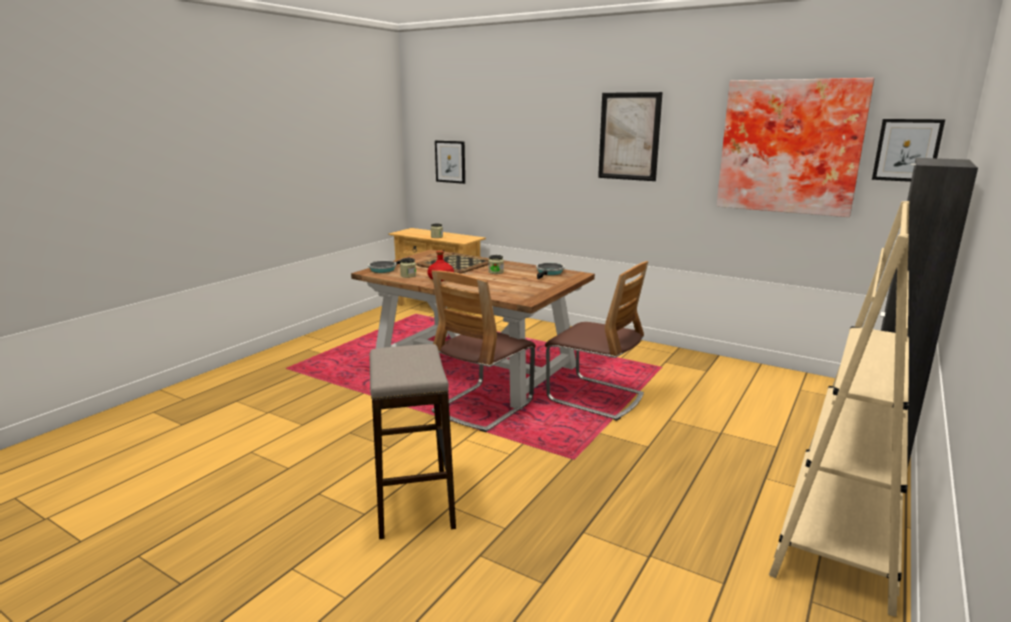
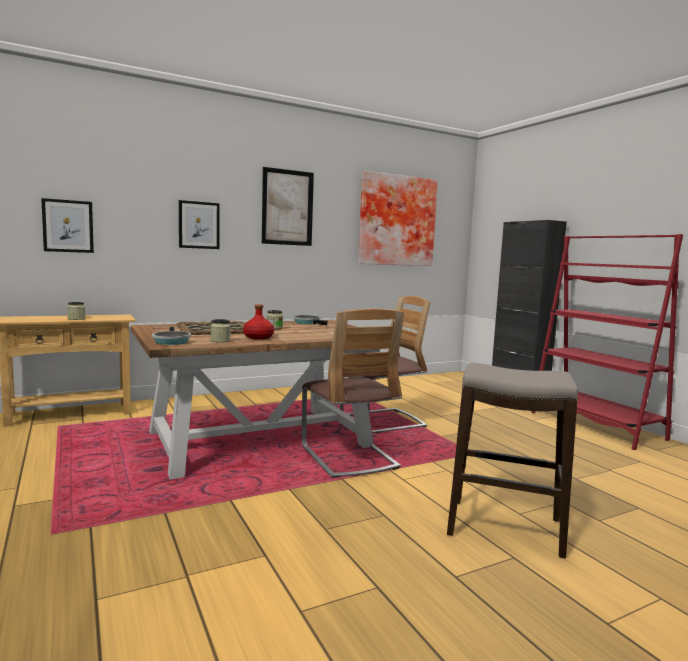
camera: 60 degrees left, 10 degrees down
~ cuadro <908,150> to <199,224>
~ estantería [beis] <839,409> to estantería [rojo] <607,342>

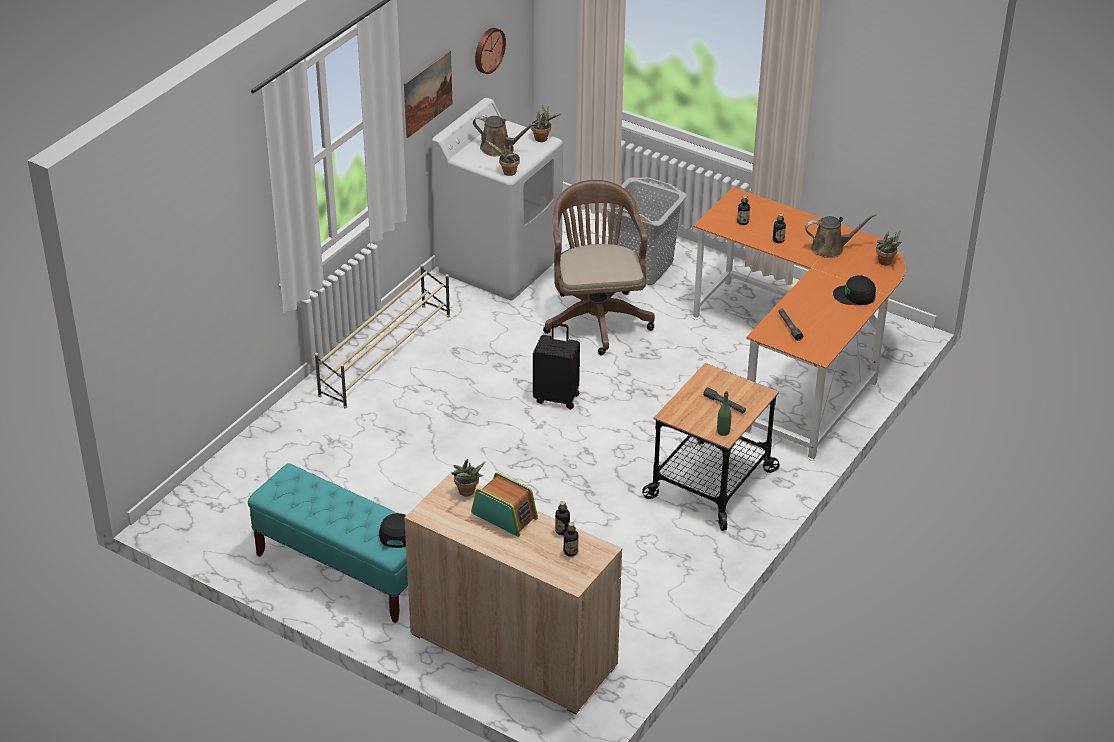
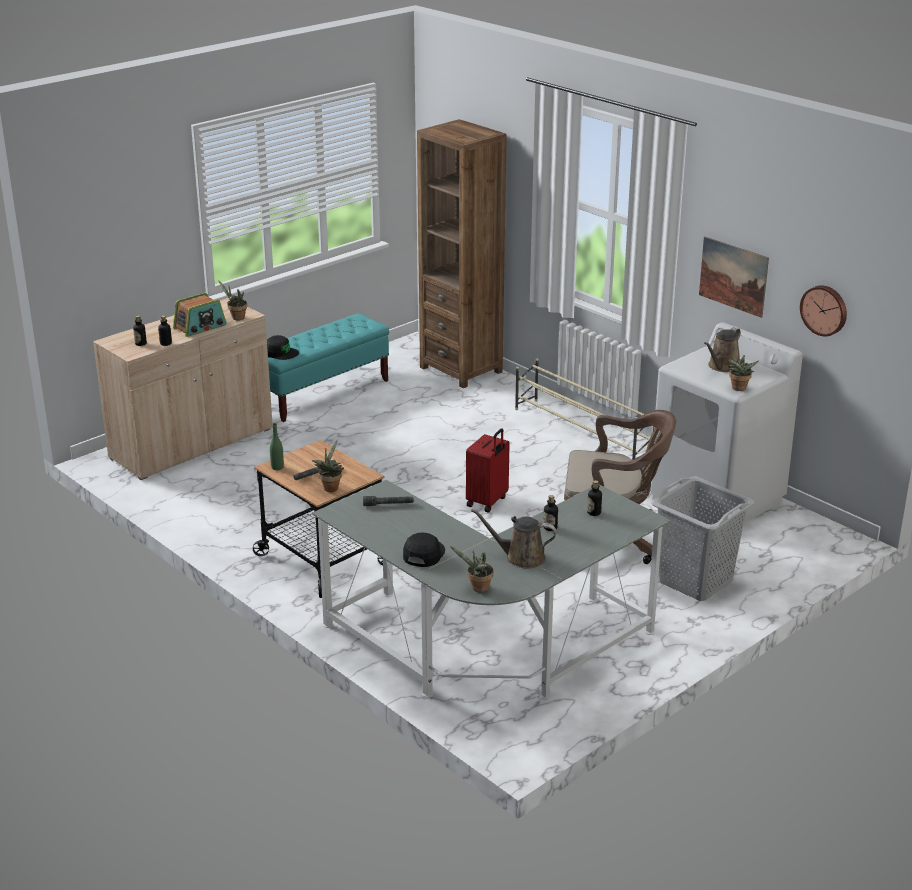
camera: 105 degrees right, 10 degrees down
+ estantería [marrón] <462,253>
~ planta en maceta <502,158> to <328,465>
~ maleta [negro] <556,365> to maleta [rojo] <488,470>
~ escritorio [naranja] <799,324> to escritorio [gris] <491,590>
~ regadera [marrón] <841,236> = <514,538> 90 degrees clockwise

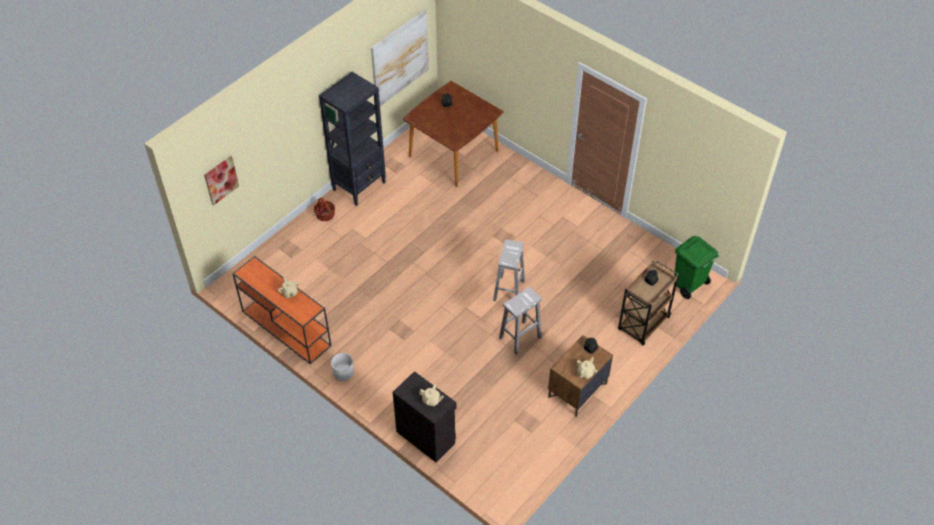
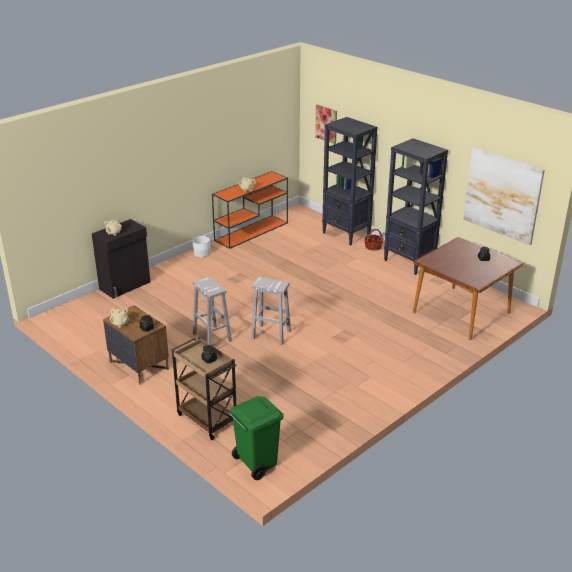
camera: 95 degrees right, 20 degrees down
+ estantería [negro] <349,181>

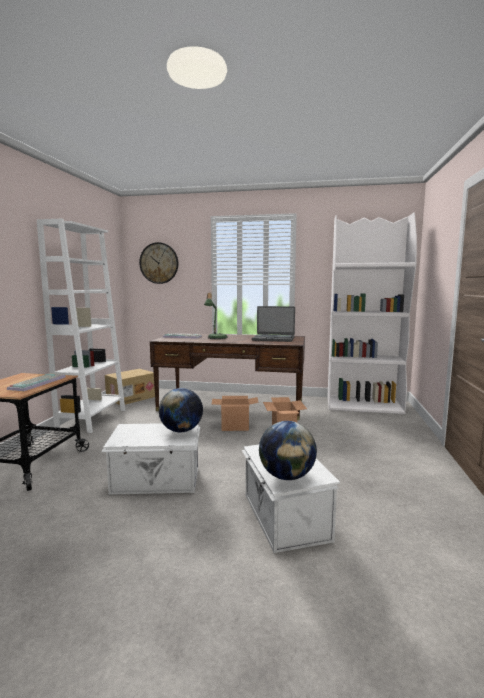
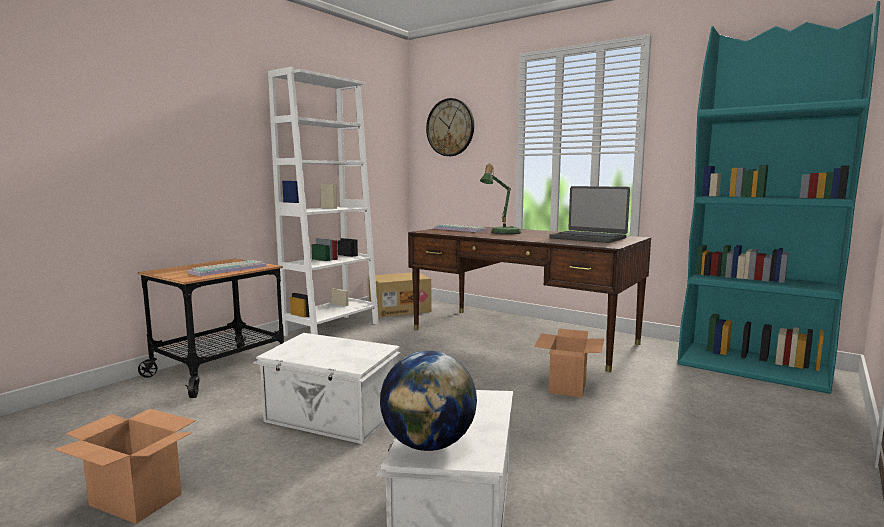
camera: 25 degrees right, 0 degrees up
- globo terráqueo <181,410>
~ caja de cartón <235,413> to <125,466>
~ estantería [blanco] <372,313> to estantería [turquesa] <779,197>

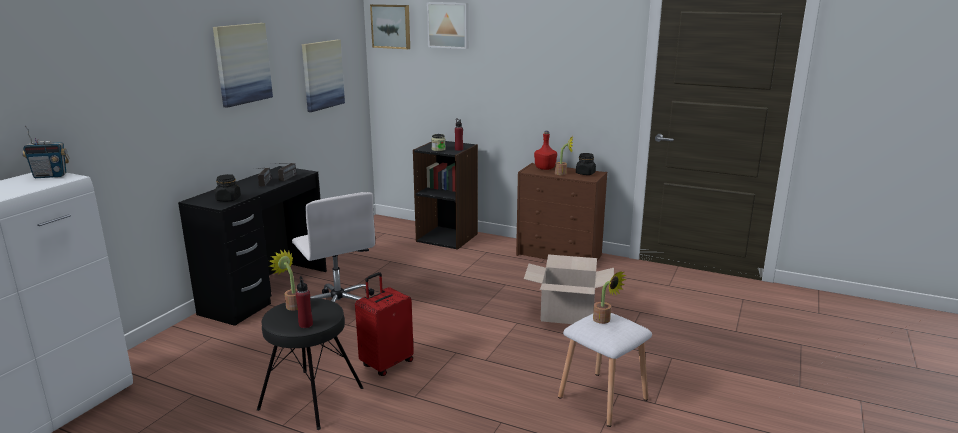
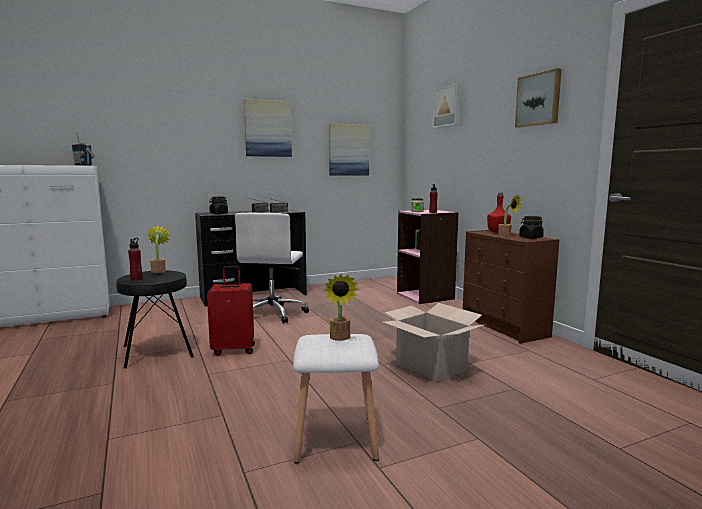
camera: 40 degrees right, 10 degrees down
~ cuadro <390,26> to <538,97>
~ estantería [negro] <445,195> to estantería [rosa] <428,256>

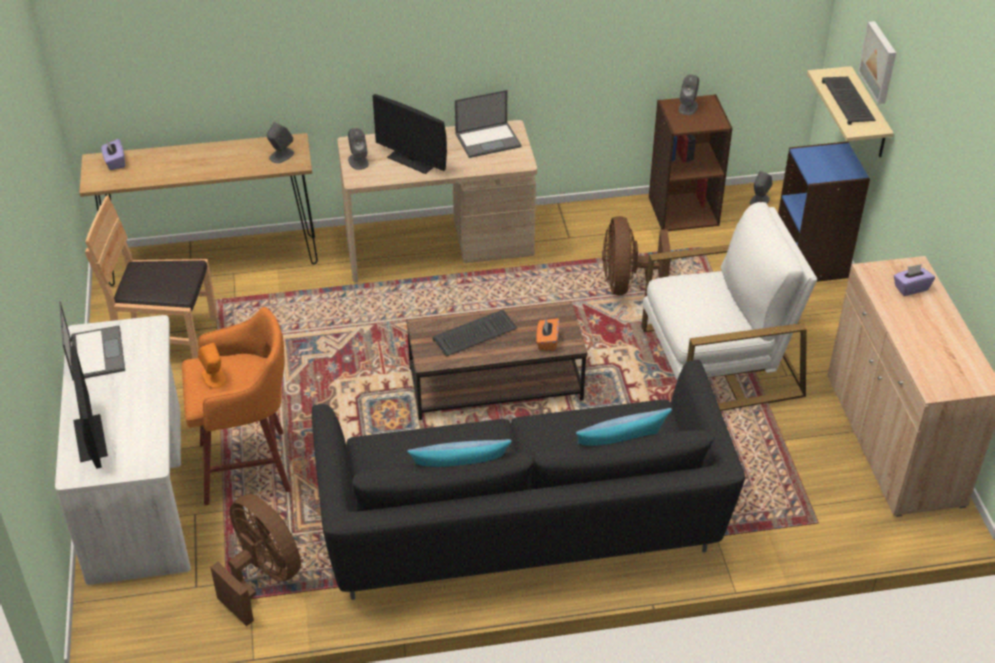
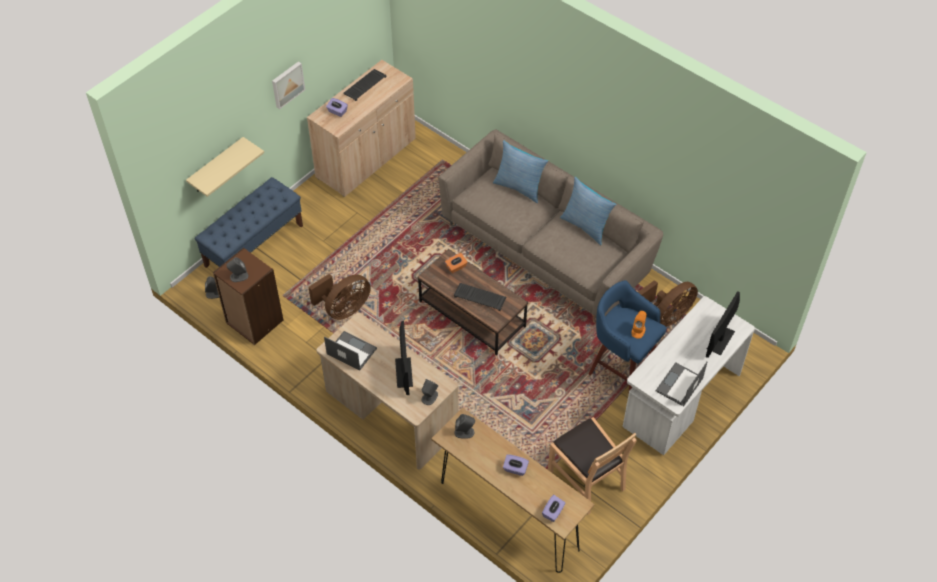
camera: 130 degrees left, 10 degrees up
- sillón [blanco] <729,306>
+ caja de pañuelos [morado] <516,465>
~ teclado <849,101> to <364,85>
~ cuadro <877,62> to <288,85>
~ estantería [azul] <824,211> to banco [azul] <249,222>
~ taburete [naranja] <236,406> to taburete [azul] <628,337>
~ sofá [negro] <528,480> to sofá [beis] <550,223>
~ ventilador [marrón] <255,560> = <668,303> 135 degrees counterclockwise

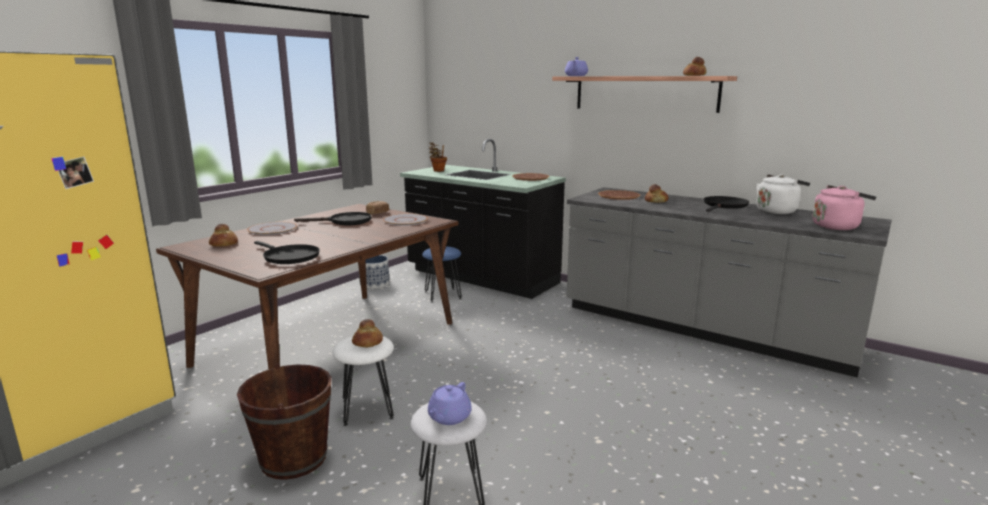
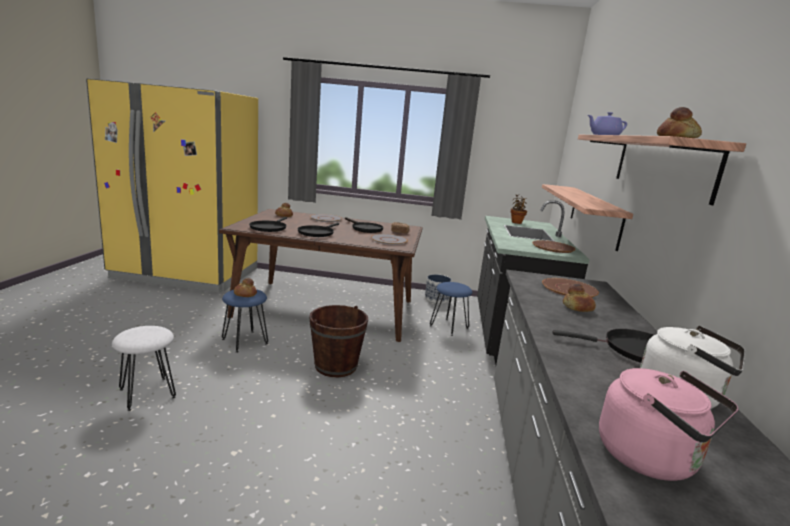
camera: 60 degrees right, 0 degrees up
- tetera [morado] <450,403>
+ sartén [negro] <318,230>
+ estante <587,217>
~ cubo [marrón] <284,422> to <338,341>
~ taburete [blanco] <363,381> to taburete [azul] <245,321>

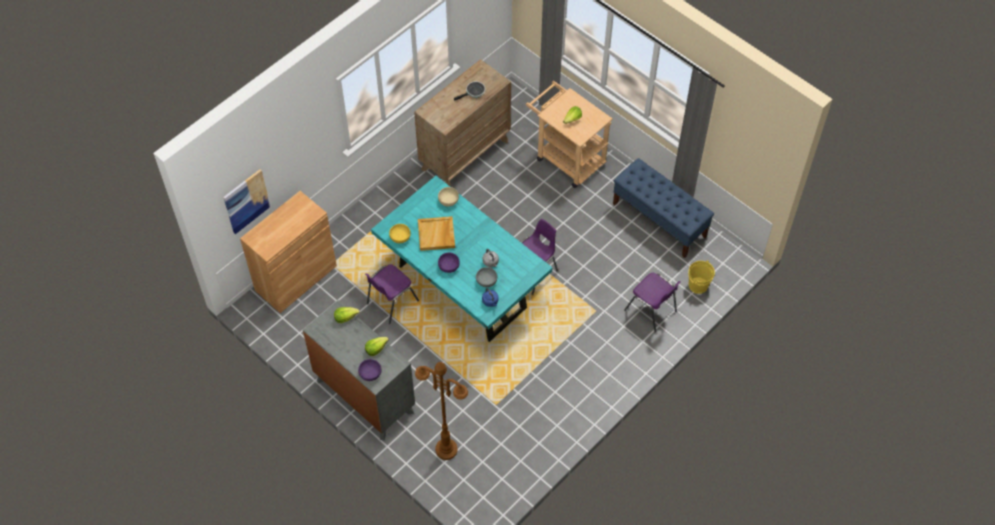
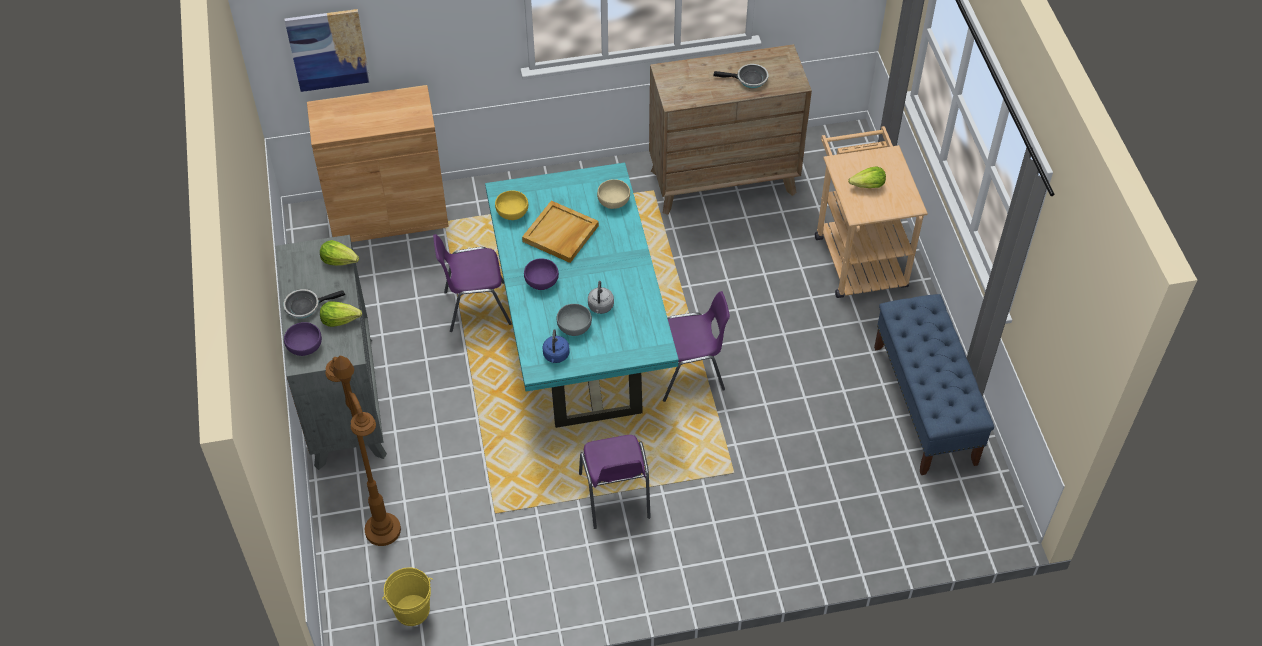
camera: 35 degrees right, 5 degrees down
+ sartén <314,304>
~ silla [morado] <652,303> to <615,482>
~ cubo [amarillo] <701,277> to <407,596>

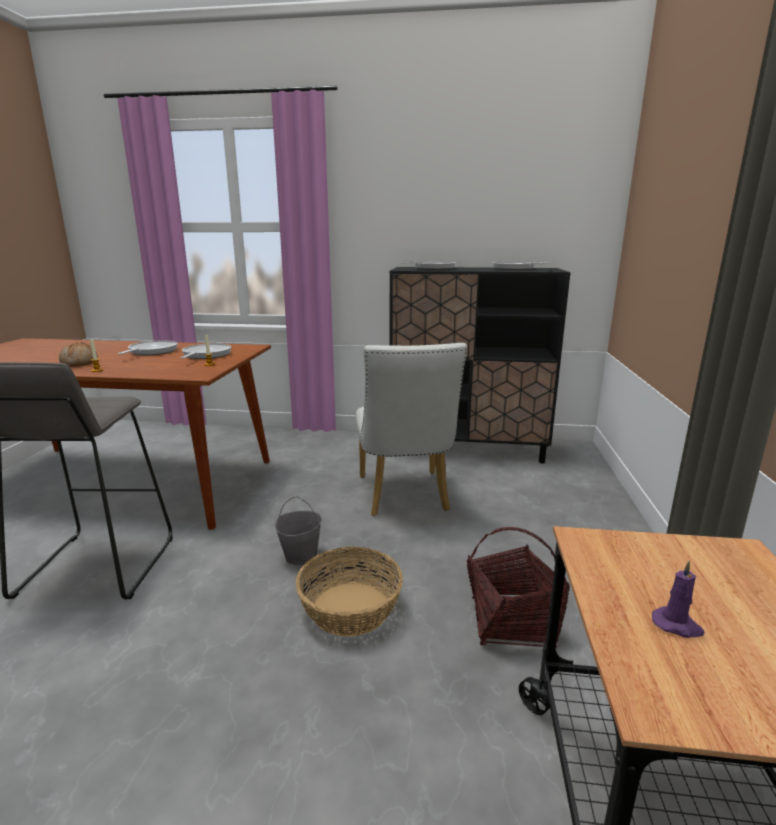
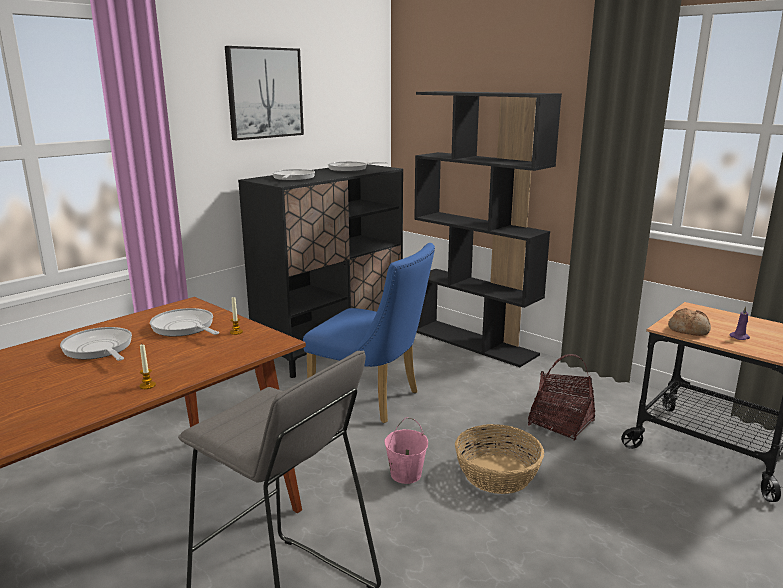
camera: 55 degrees left, 0 degrees up
+ cuadro <264,93>
+ estantería [negro] <488,229>
~ pan <78,355> to <689,322>
~ cubo [gris] <298,530> to cubo [rosa] <406,450>
~ silla [blanco] <411,429> to silla [azul] <369,333>

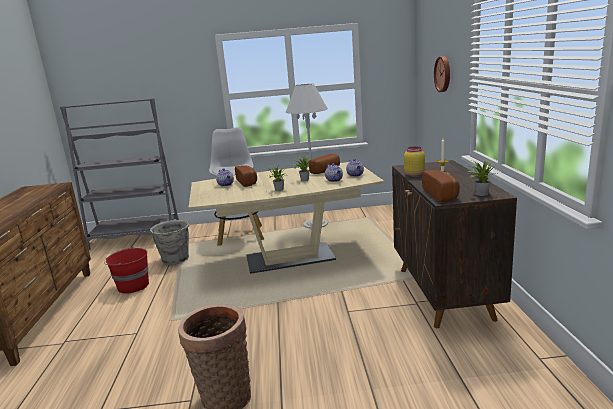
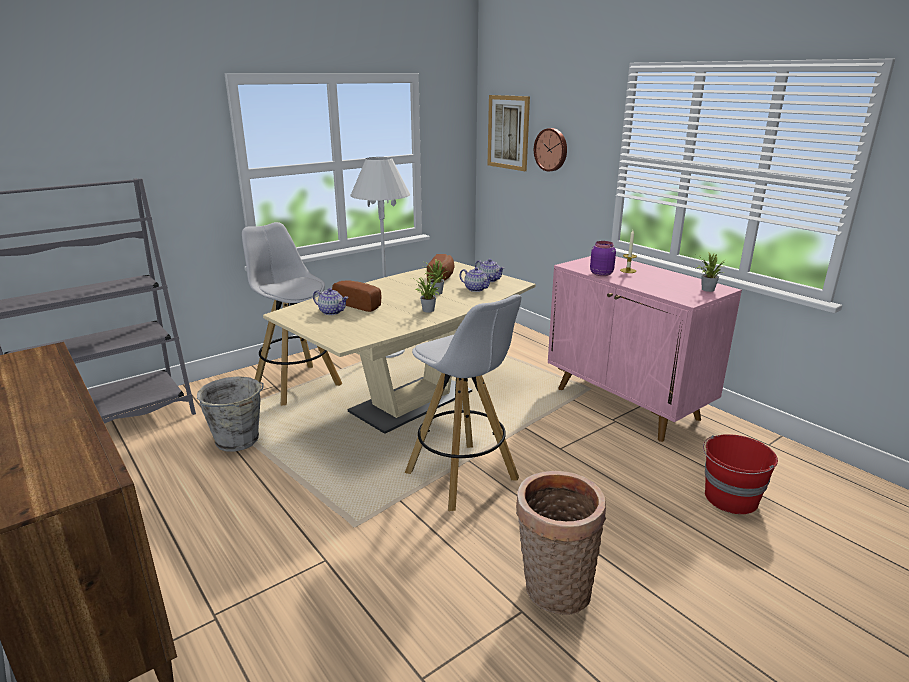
camera: 35 degrees left, 5 degrees up
- pan <441,186>
+ taburete [blanco] <463,402>
+ cuadro <509,133>
~ cubo [rojo] <126,270> to <740,474>
~ armario [marrón] <454,244> to armario [rosa] <645,349>
~ tarro [amarillo] <414,161> to tarro [morado] <603,258>

